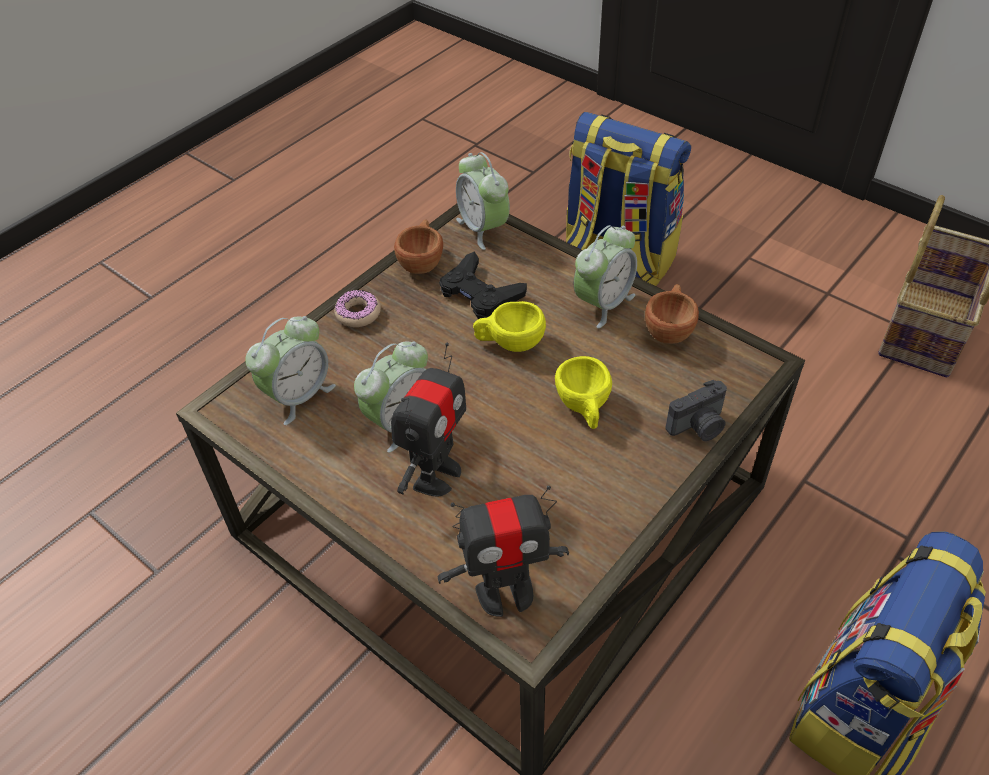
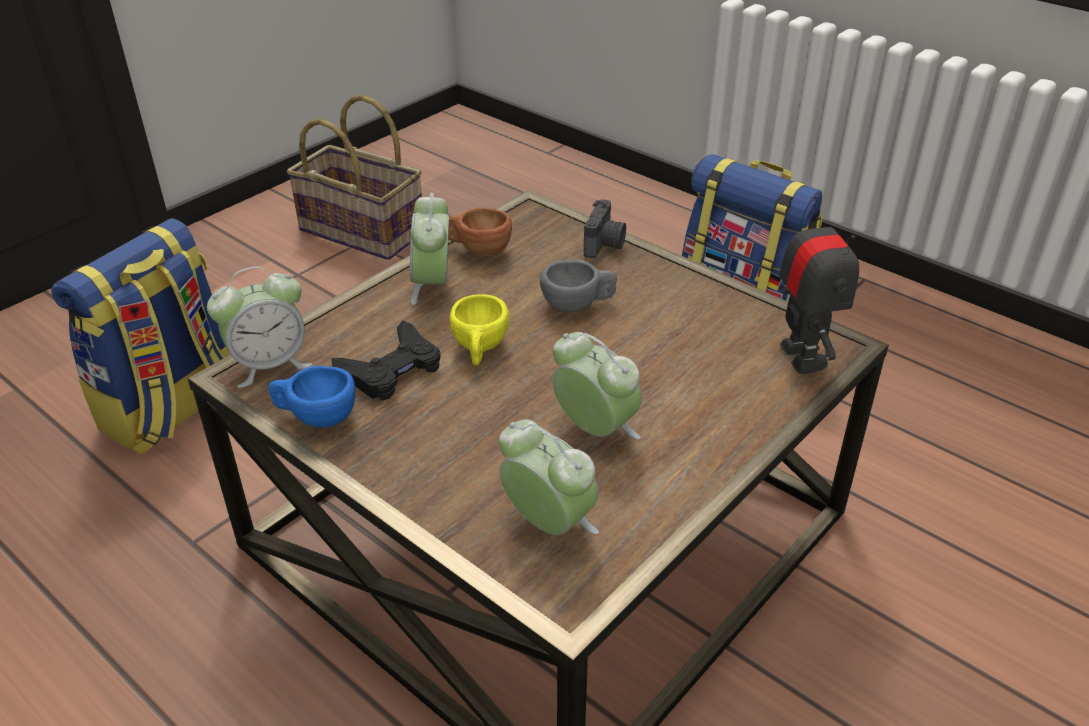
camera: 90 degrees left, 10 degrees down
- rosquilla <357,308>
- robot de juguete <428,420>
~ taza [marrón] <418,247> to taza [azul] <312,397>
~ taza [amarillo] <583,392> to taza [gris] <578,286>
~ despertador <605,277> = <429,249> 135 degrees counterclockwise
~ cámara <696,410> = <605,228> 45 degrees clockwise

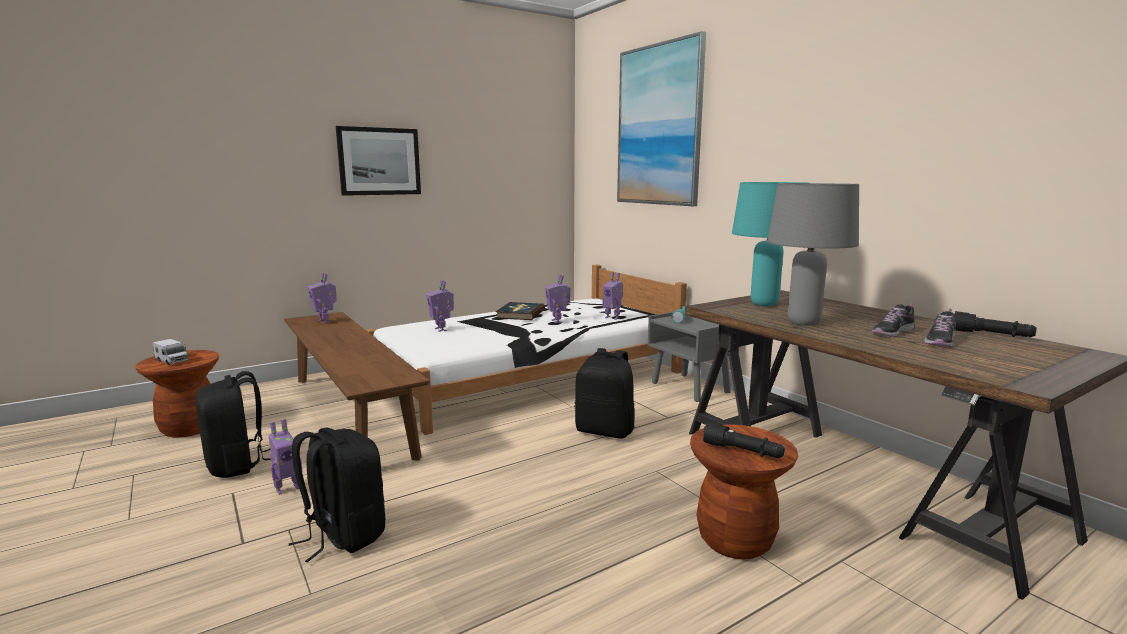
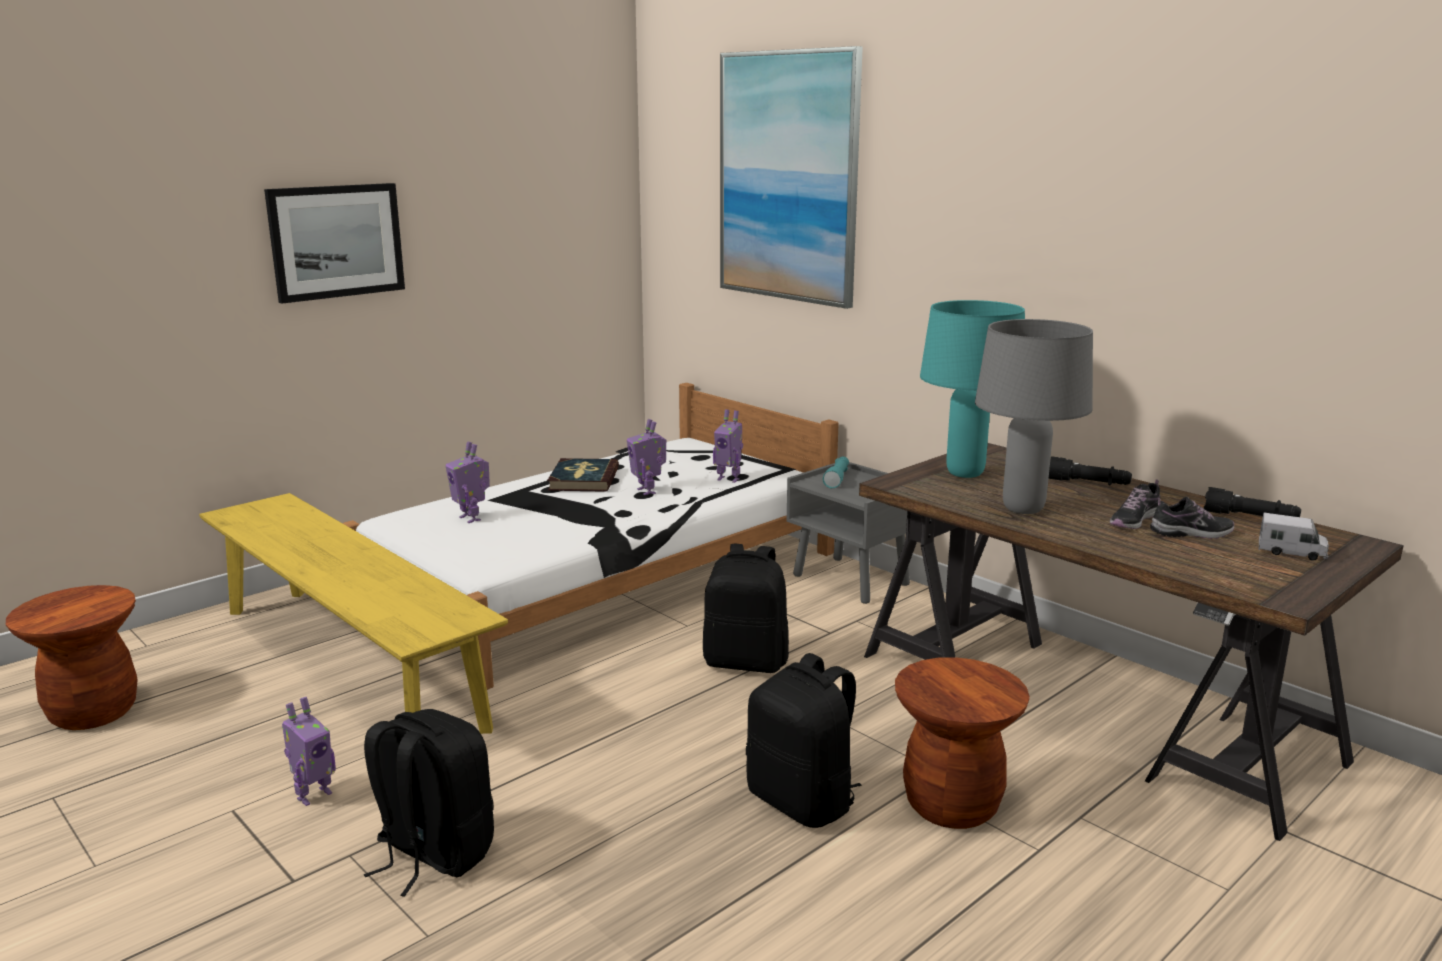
camera: 10 degrees left, 5 degrees up
- robot de juguete <322,298>
~ camión de juguete <171,352> to <1294,537>
~ mochila [negro] <233,424> to <804,740>
~ linterna [negro] <744,439> to <1090,471>
~ banco [marrón] <357,386> to banco [amarillo] <353,613>
~ zapato <940,327> = <1192,518> 120 degrees counterclockwise

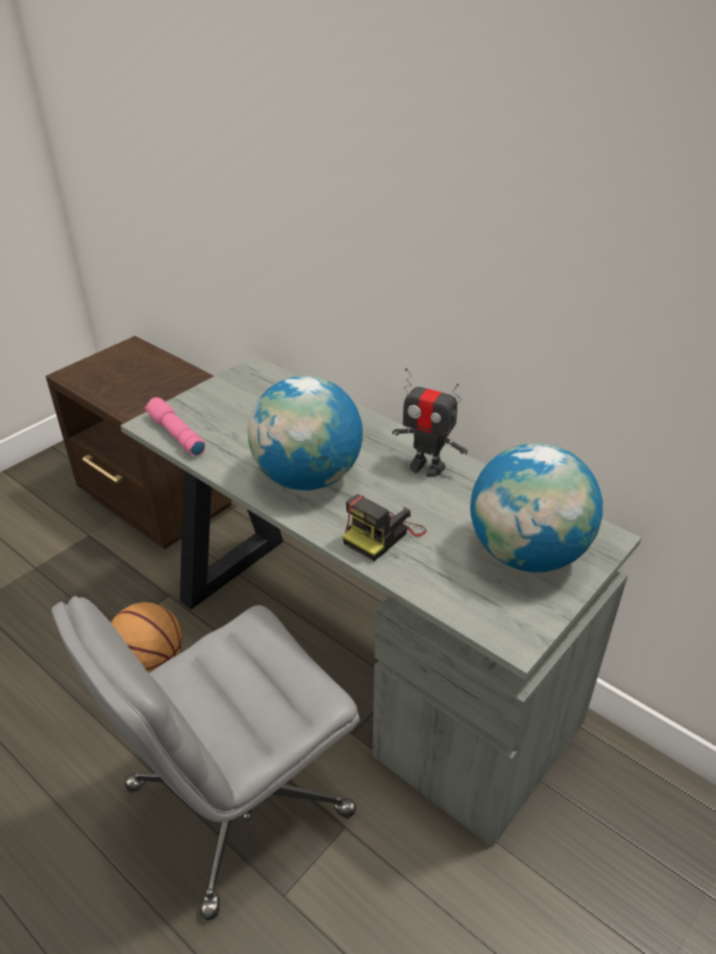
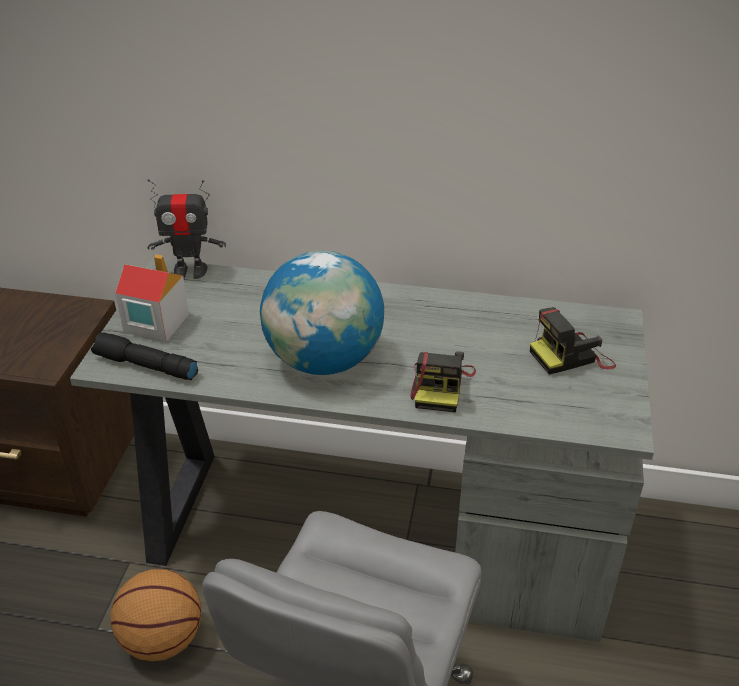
camera: 30 degrees left, 0 degrees up
+ casita <152,298>
~ robot de juguete <430,422> to <186,229>
~ globo terráqueo <536,507> to cámara <573,341>
~ linterna [rosa] <175,426> to linterna [negro] <144,356>

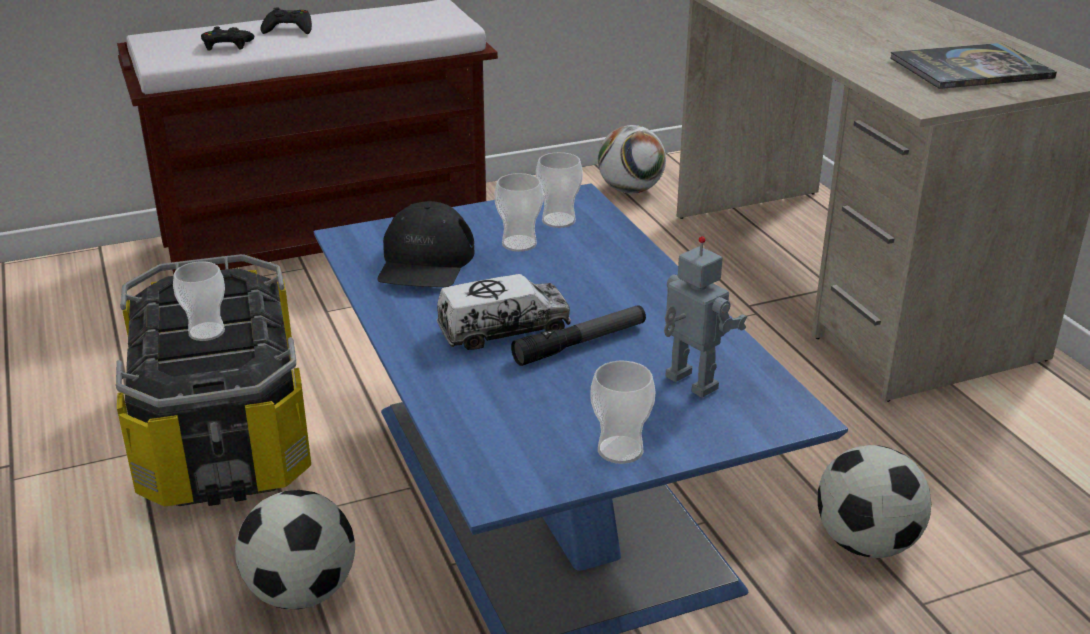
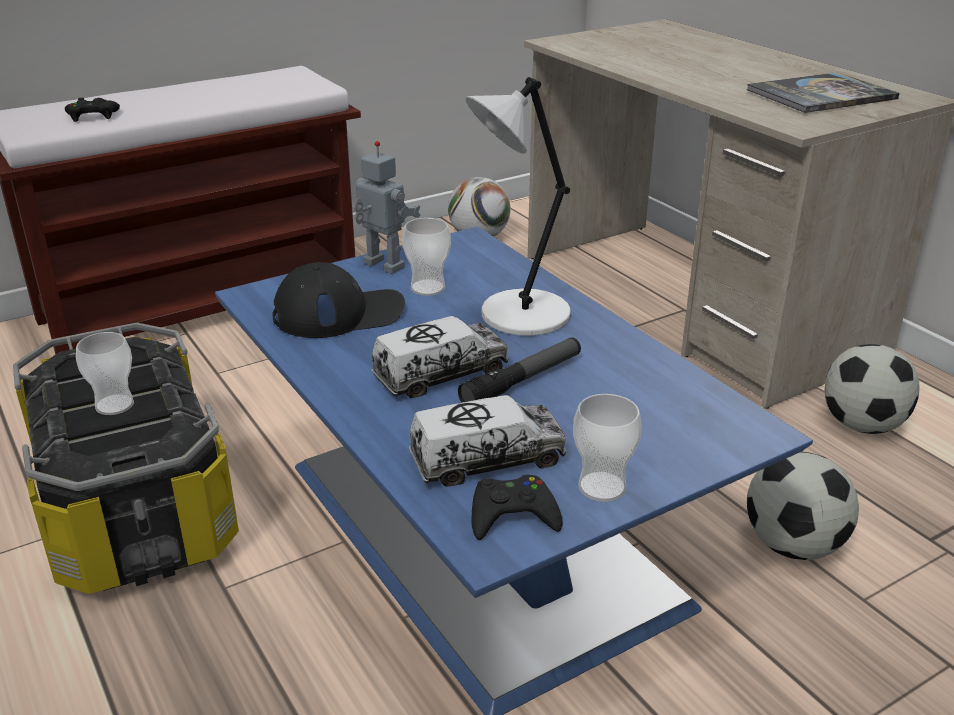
camera: 10 degrees left, 0 degrees up
- taza <559,190>
+ camión de juguete <487,440>
+ lámpara de mesa [blanco] <518,206>
~ balón de fútbol <295,549> to <871,389>
~ mando de consola [negro] <286,21> to <517,507>
~ robot de juguete <705,317> to <387,207>
~ gorra [negro] <426,244> = <338,300> 105 degrees counterclockwise

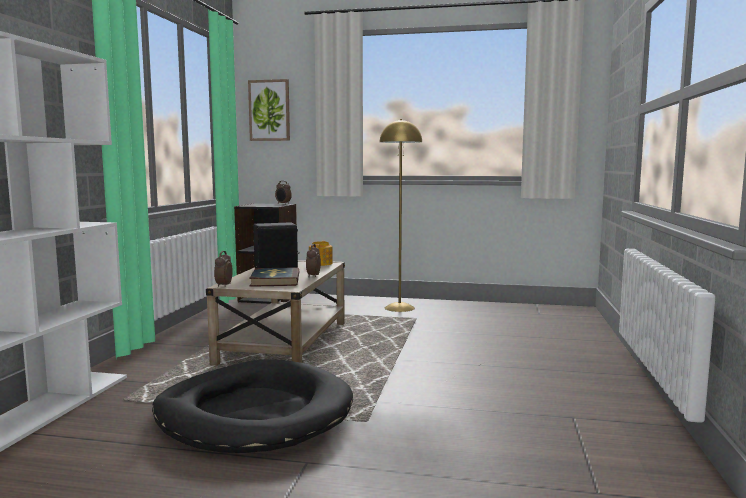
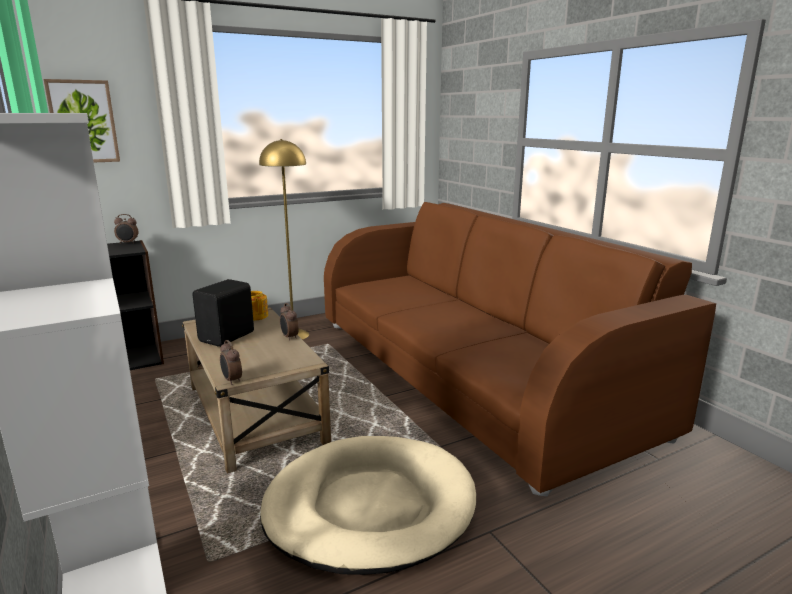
camera: 40 degrees left, 10 degrees up
- libro <274,277>
+ sofá [marrón] <520,349>
~ cama para perro [negro] <252,406> to cama para perro [beis] <368,505>

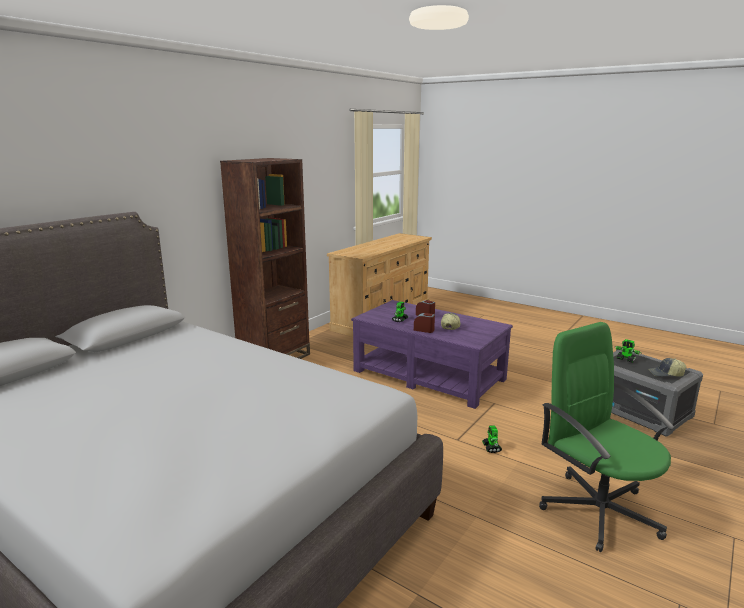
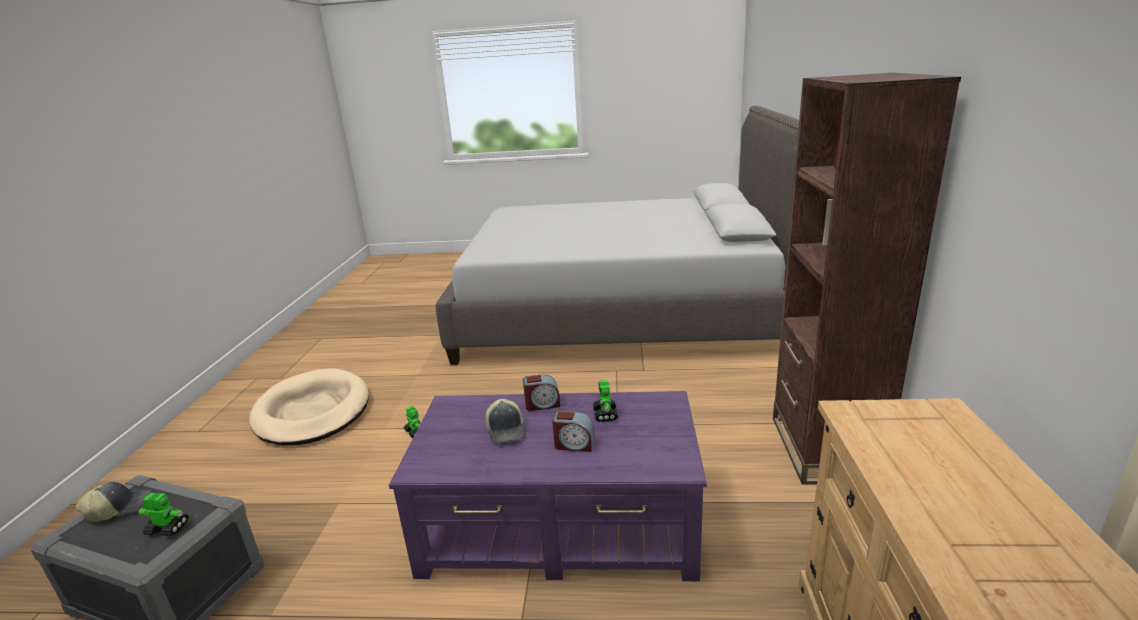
camera: 150 degrees right, 5 degrees up
~ silla de oficina [verde] <606,437> to cama para perro [beis] <309,407>

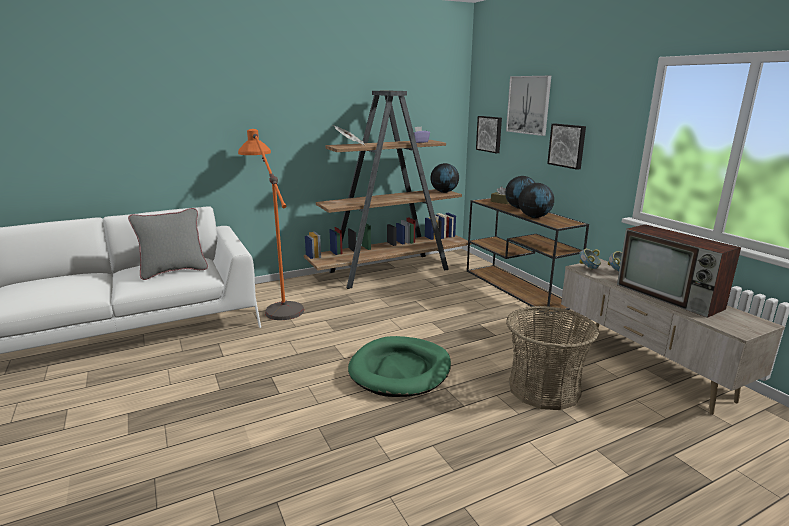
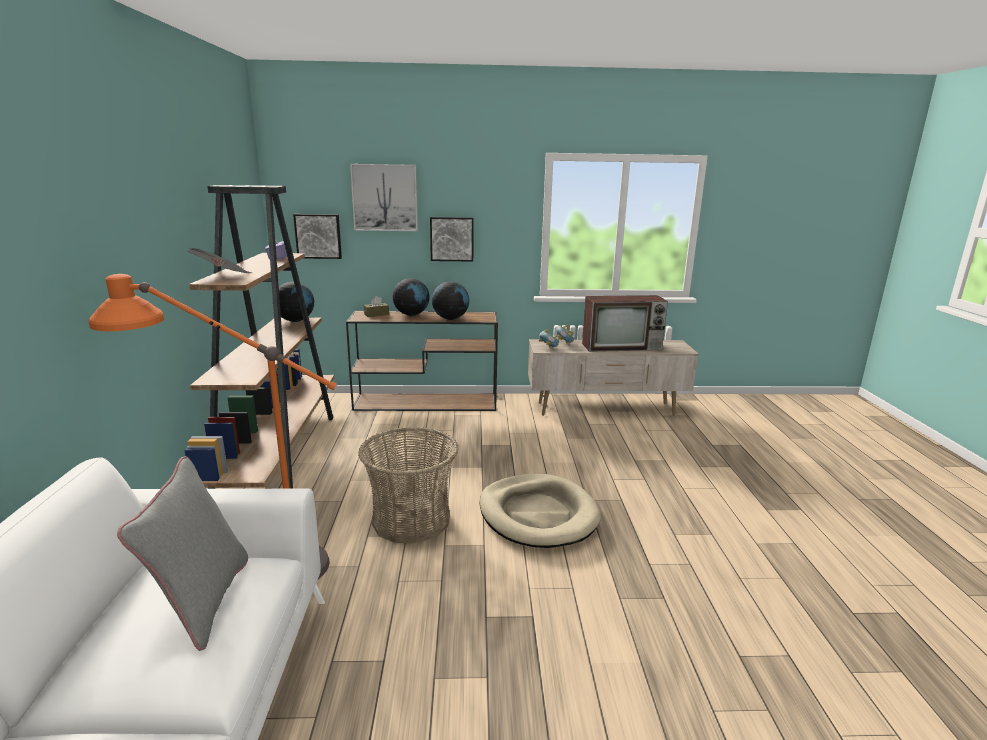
camera: 65 degrees left, 0 degrees up
~ cesta <552,358> to <408,485>
~ cama para perro [verde] <399,366> to cama para perro [beis] <540,511>

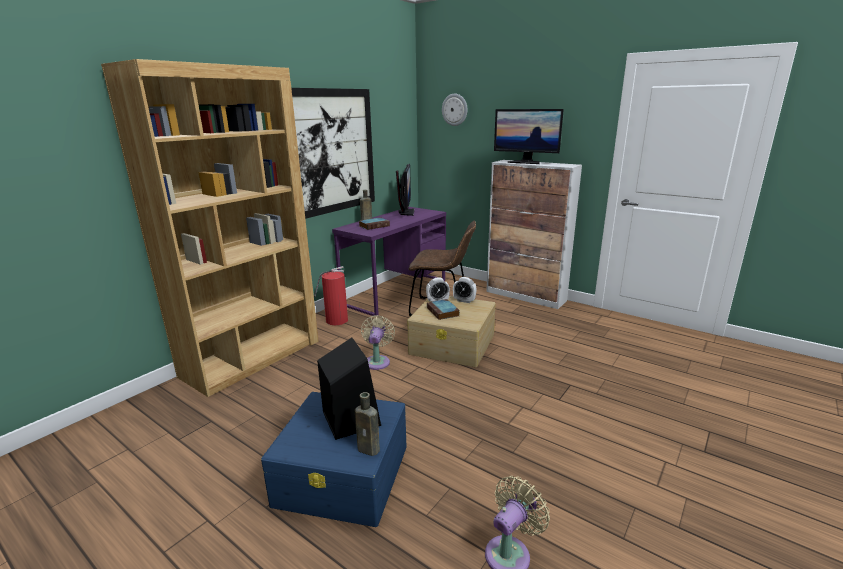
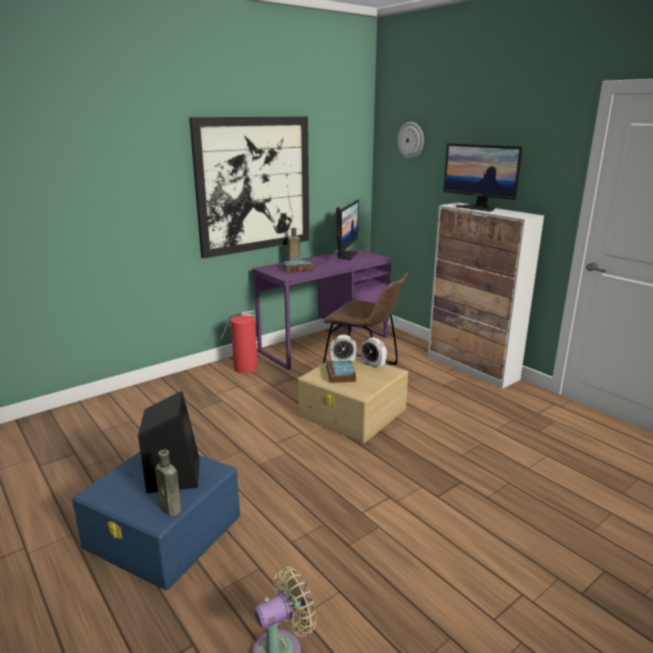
camera: 15 degrees right, 0 degrees up
- estantería [marrón] <210,228>
- ventilador [beis] <378,342>

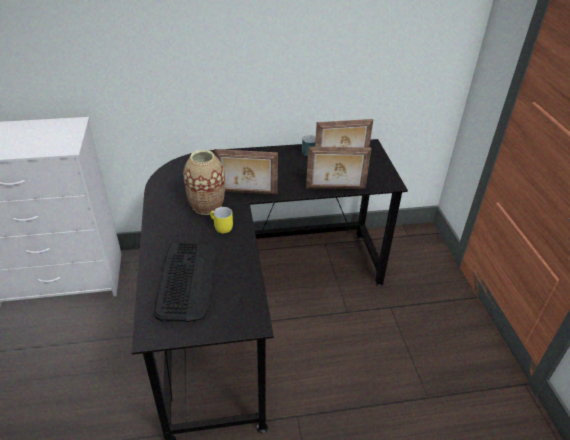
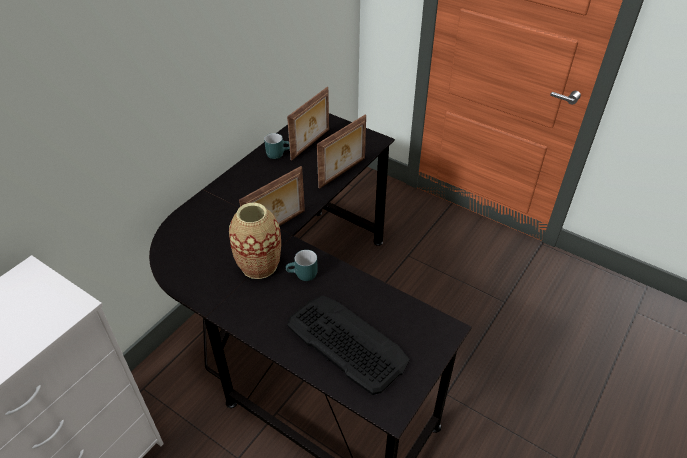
camera: 45 degrees left, 5 degrees up
~ taza grande [amarillo] <221,220> to taza grande [turquesa] <302,265>

